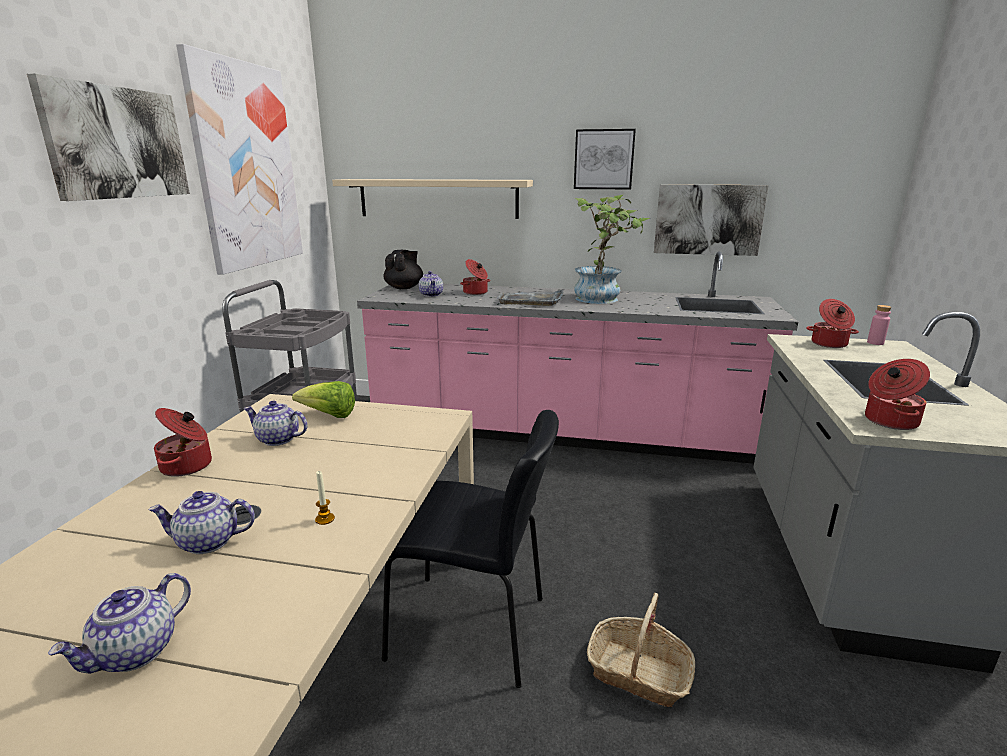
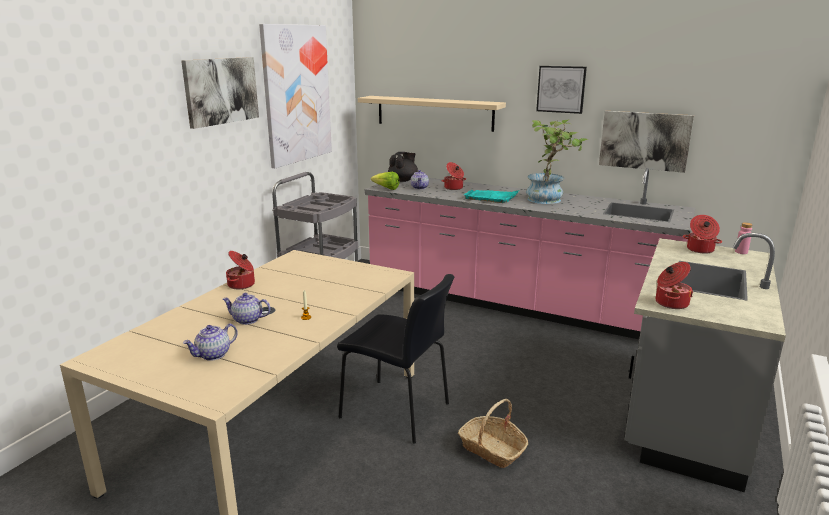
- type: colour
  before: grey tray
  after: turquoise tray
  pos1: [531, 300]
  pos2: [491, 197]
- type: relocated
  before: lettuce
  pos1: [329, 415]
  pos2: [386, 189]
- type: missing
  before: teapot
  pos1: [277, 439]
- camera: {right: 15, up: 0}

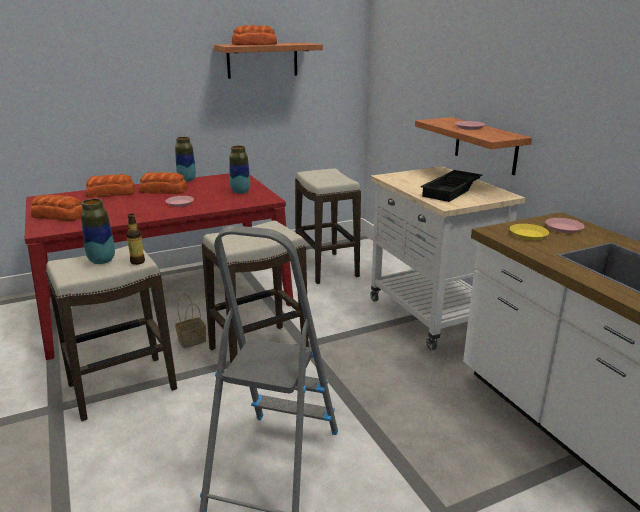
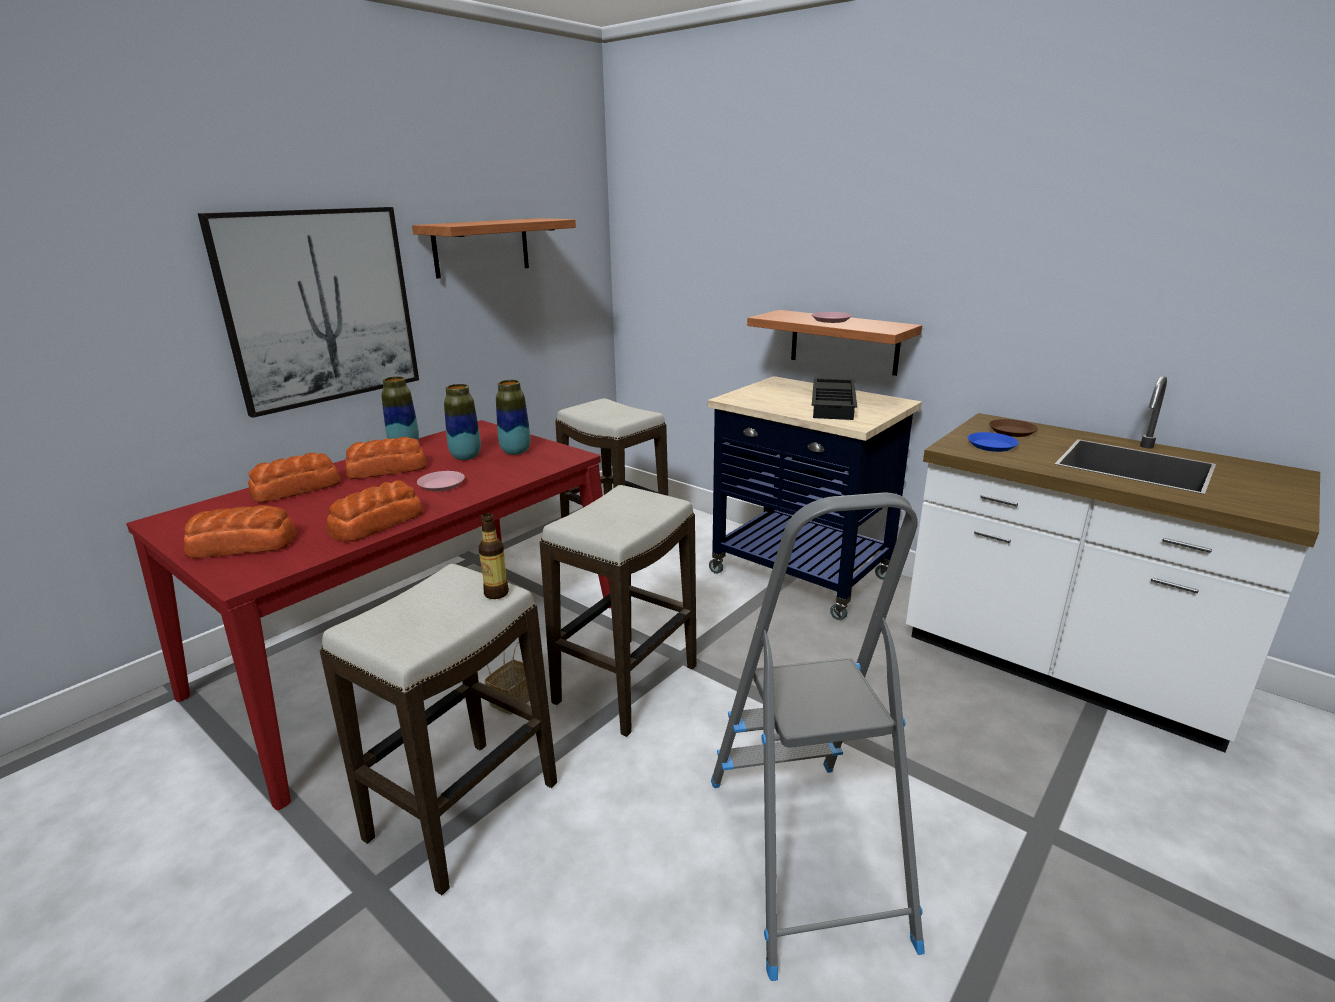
- type: relocated
  before: bread
  pos1: [254, 44]
  pos2: [375, 523]
- type: colour
  before: white cart
  after: blue cart
  pos1: [431, 316]
  pos2: [801, 576]
- type: relocated
  before: vase
  pos1: [102, 261]
  pos2: [466, 457]
- type: colour
  before: pink plate
  after: brown plate
  pos1: [564, 228]
  pos2: [1012, 431]
- type: colour
  before: yellow plate
  after: blue plate
  pos1: [528, 234]
  pos2: [992, 445]
- type: appeared
  after: picture
  pos2: [321, 307]
- camera: {right: -25, up: 0}

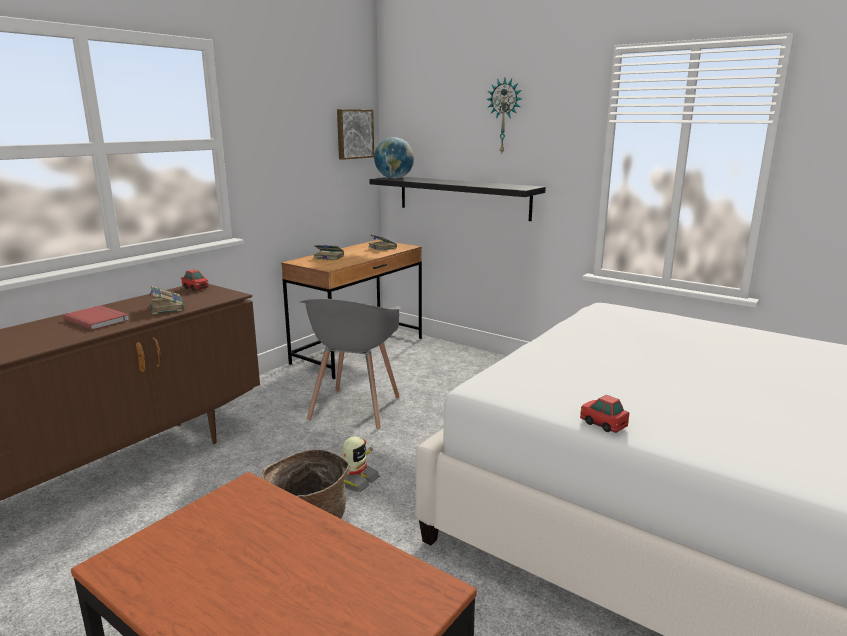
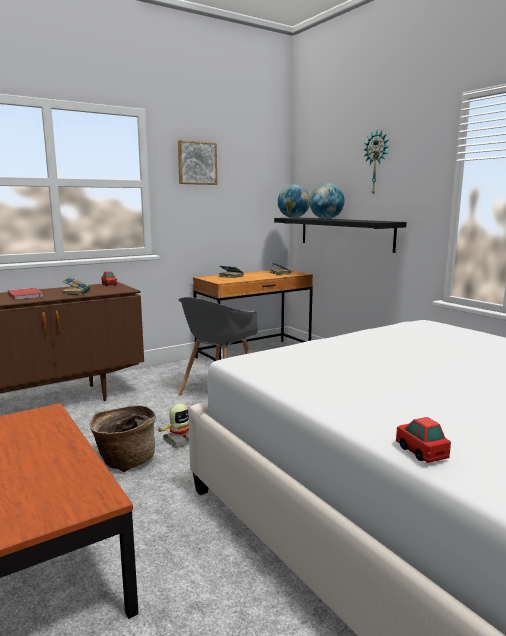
- type: relocated
  before: picture
  pos1: [354, 134]
  pos2: [196, 163]
- type: relocated
  before: toy car
  pos1: [602, 424]
  pos2: [420, 451]
- type: appeared
  after: globe
  pos2: [326, 219]
- camera: {right: 20, up: -5}

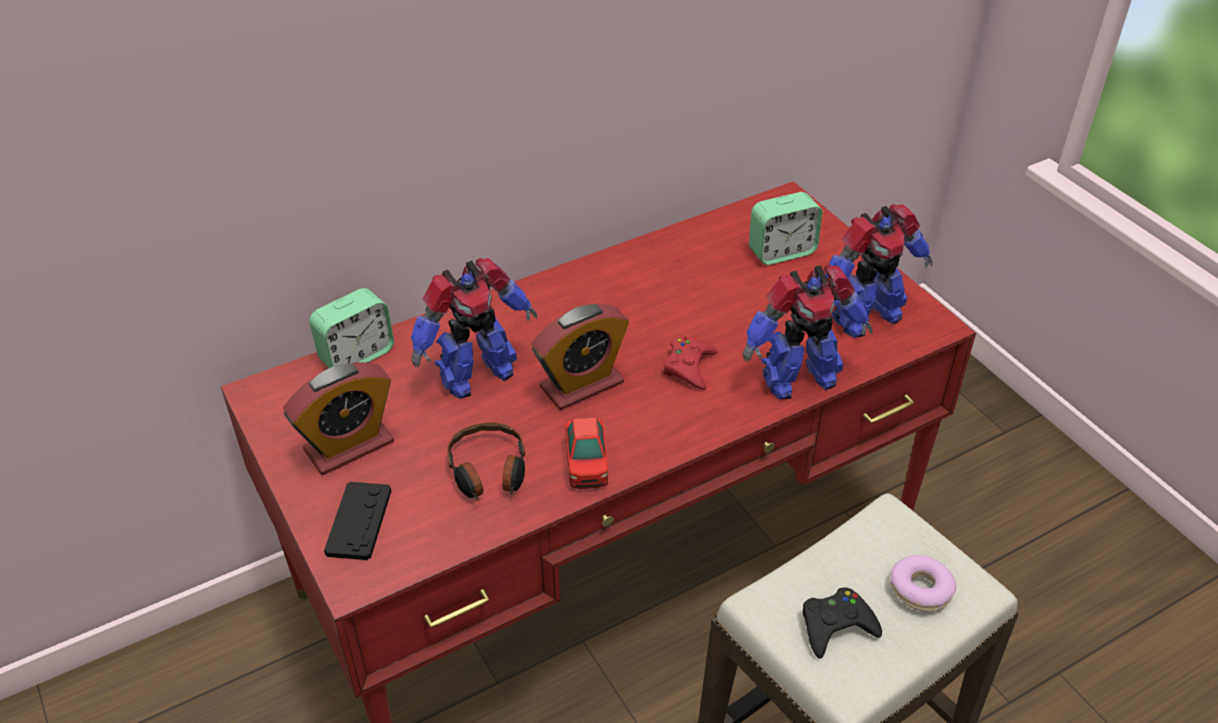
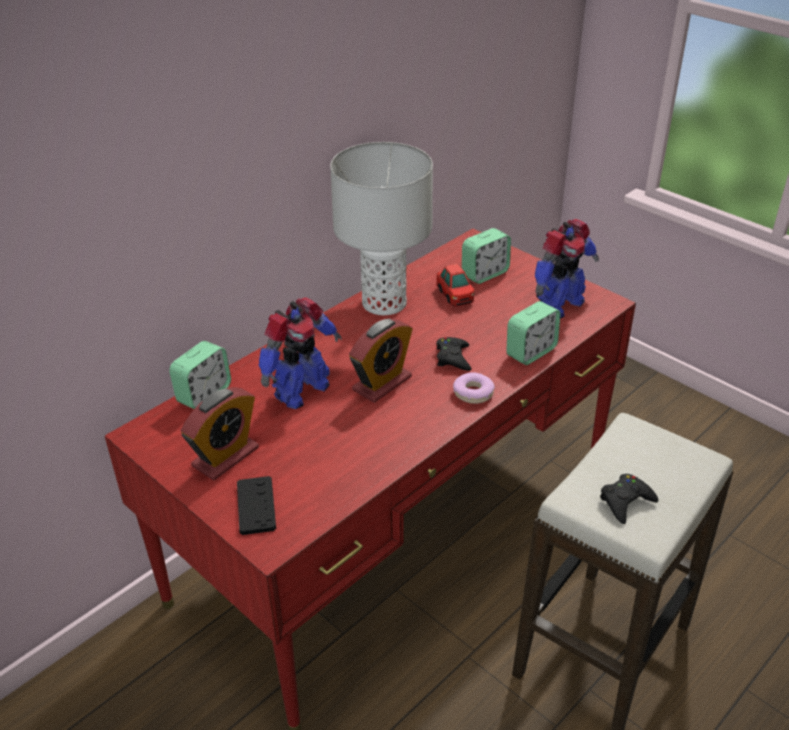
- type: exchanged
  before: toy robot
  after: alarm clock
  pos1: [797, 379]
  pos2: [531, 352]
- type: colour
  before: red game controller
  after: black game controller
  pos1: [689, 367]
  pos2: [453, 358]
- type: relocated
  before: toy car
  pos1: [586, 464]
  pos2: [455, 296]
- type: missing
  before: headphones
  pos1: [488, 471]
- type: relocated
  before: donut
  pos1: [920, 589]
  pos2: [473, 393]
- type: appeared
  after: white table lamp
  pos2: [385, 303]
- camera: {right: -15, up: -5}

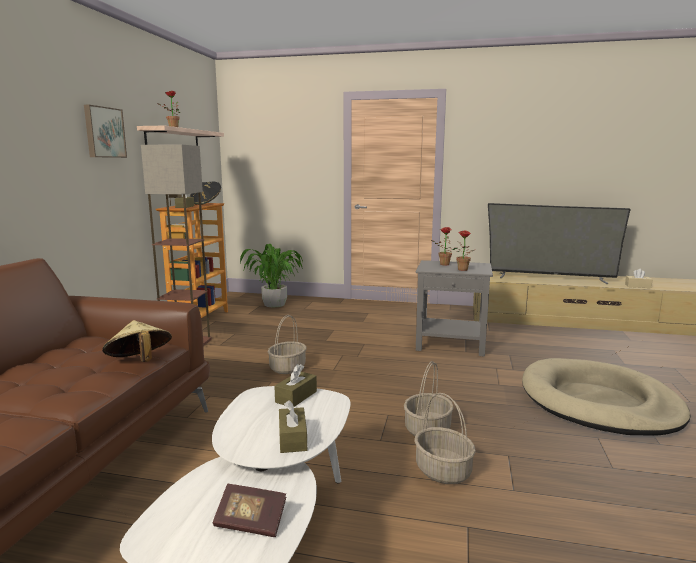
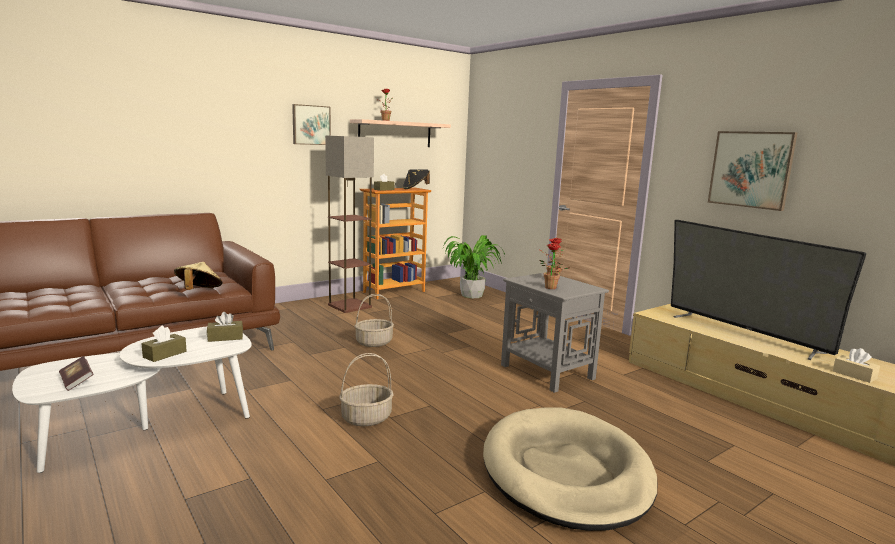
- type: missing
  before: basket
  pos1: [442, 471]
- type: appeared
  after: picture
  pos2: [751, 169]
- camera: {right: 40, up: 0}

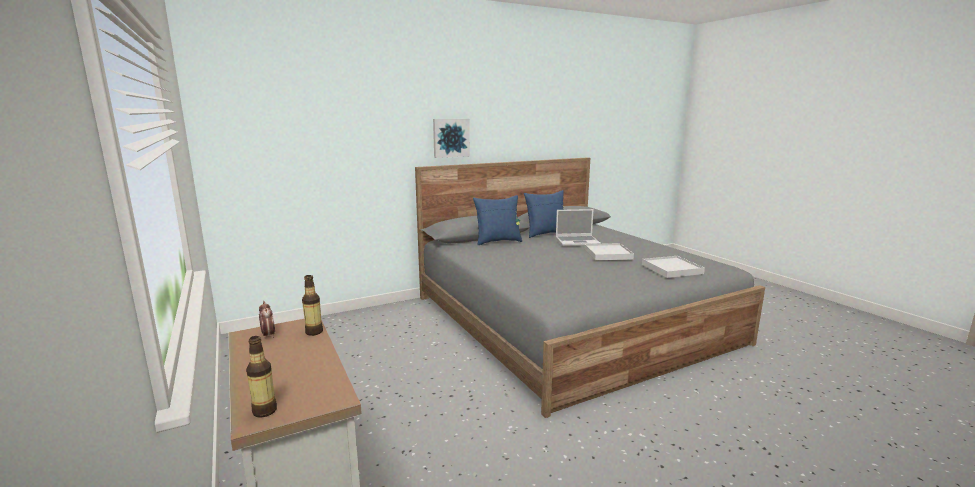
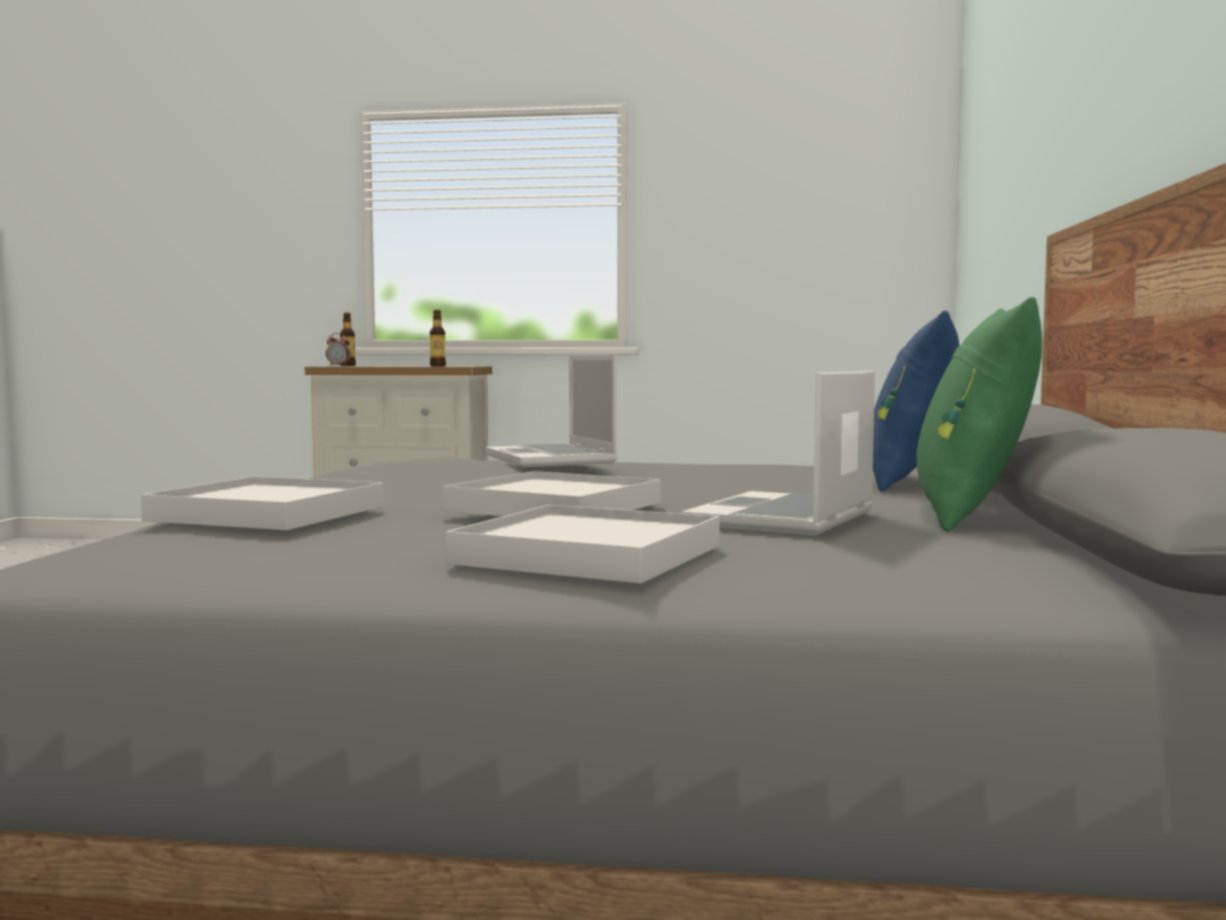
- type: missing
  before: picture
  pos1: [450, 138]
- type: colour
  before: blue pillow
  after: green pillow
  pos1: [545, 234]
  pos2: [971, 515]
- type: relocated
  before: alarm clock
  pos1: [268, 335]
  pos2: [338, 366]
- type: appeared
  after: laptop
  pos2: [552, 459]
- type: appeared
  after: white tray
  pos2: [588, 555]
- camera: {right: 125, up: -10}

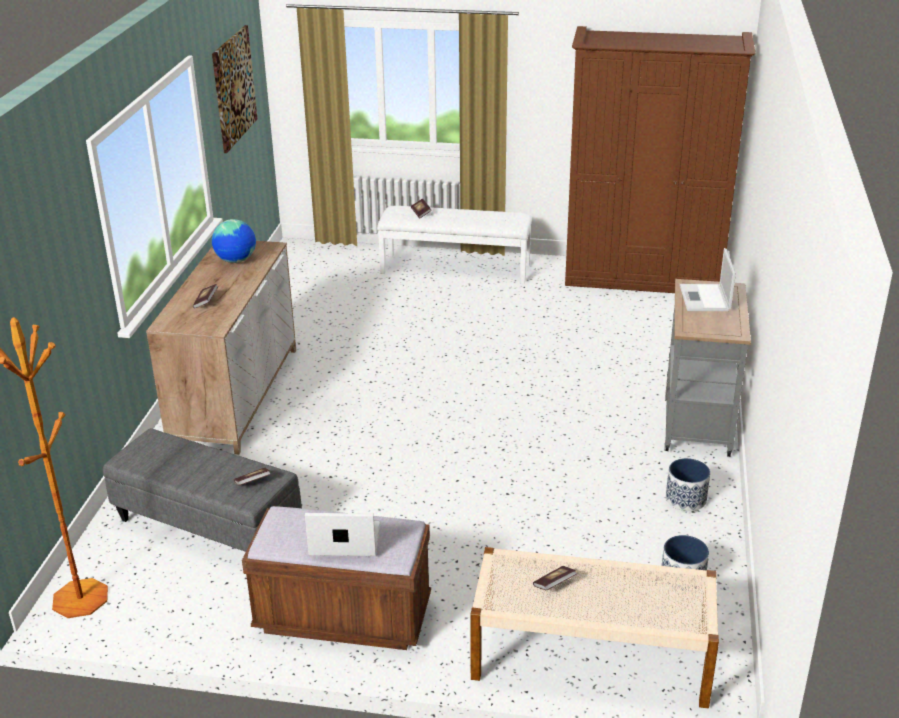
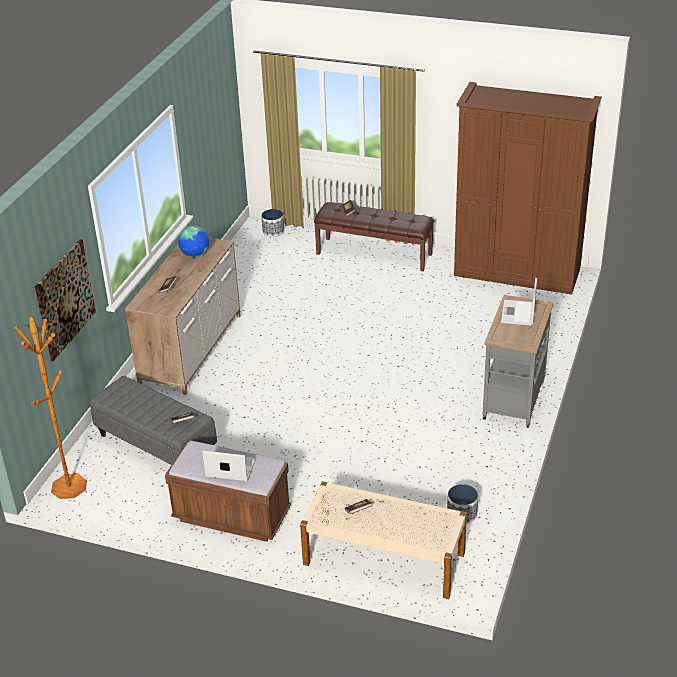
- type: relocated
  before: picture
  pos1: [233, 88]
  pos2: [65, 299]
- type: colour
  before: white bench
  after: brown bench
  pos1: [456, 268]
  pos2: [374, 253]
- type: relocated
  before: planter
  pos1: [686, 499]
  pos2: [273, 231]
- camera: {right: 10, up: 5}

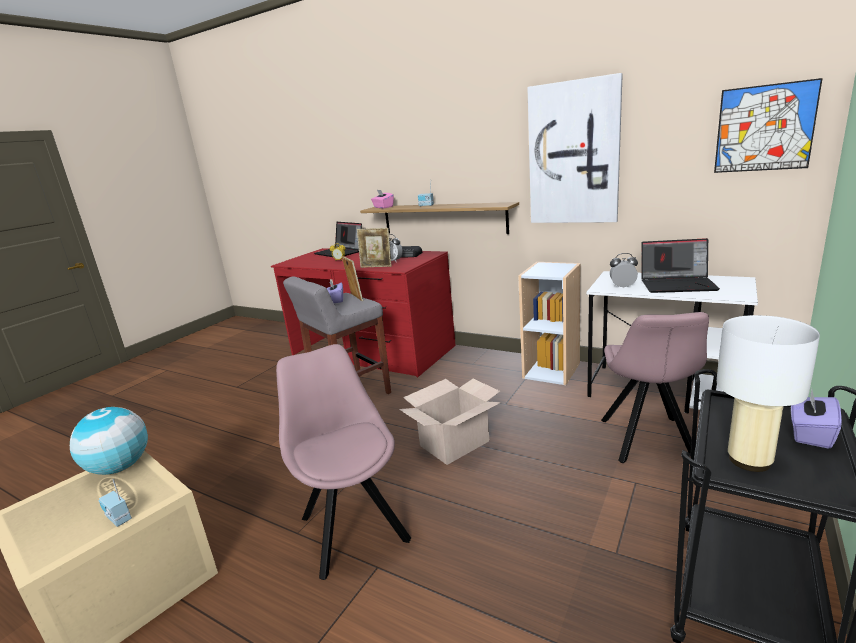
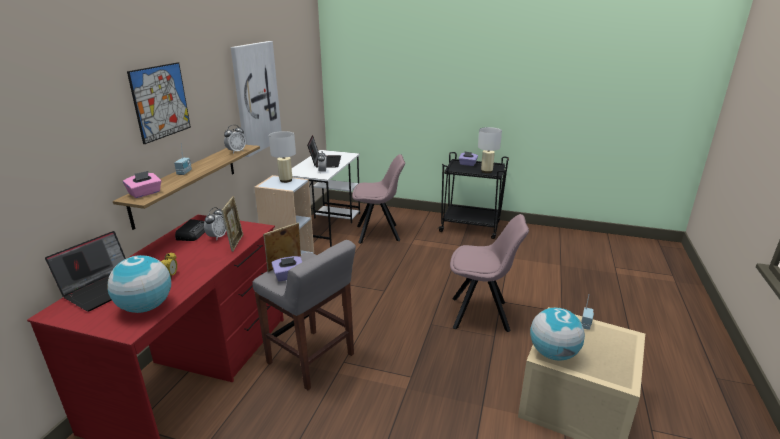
- type: relocated
  before: picture
  pos1: [764, 128]
  pos2: [161, 102]
- type: spun
  before: pink chair
  pos1: [353, 529]
  pos2: [480, 315]
  turn: -135
- type: missing
  before: cardboard box
  pos1: [454, 444]
- type: appeared
  after: alarm clock
  pos2: [236, 151]
- type: appeared
  after: white table lamp
  pos2: [286, 180]
- type: appeared
  after: globe
  pos2: [146, 307]
- camera: {right: -105, up: 5}

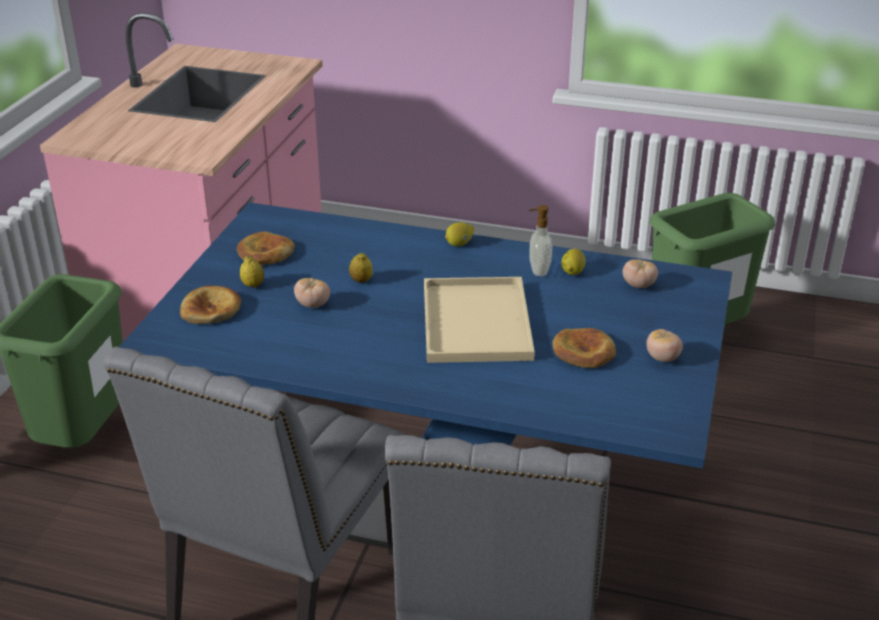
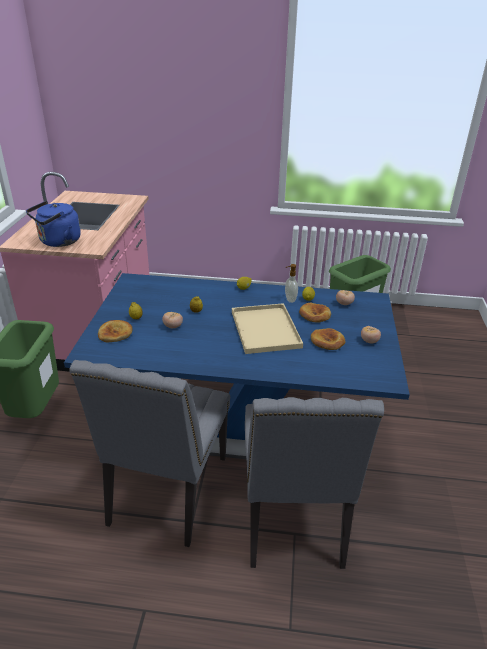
- type: relocated
  before: bread
  pos1: [265, 253]
  pos2: [314, 315]
- type: appeared
  after: blue kettle
  pos2: [58, 242]
- camera: {right: -10, up: 0}

